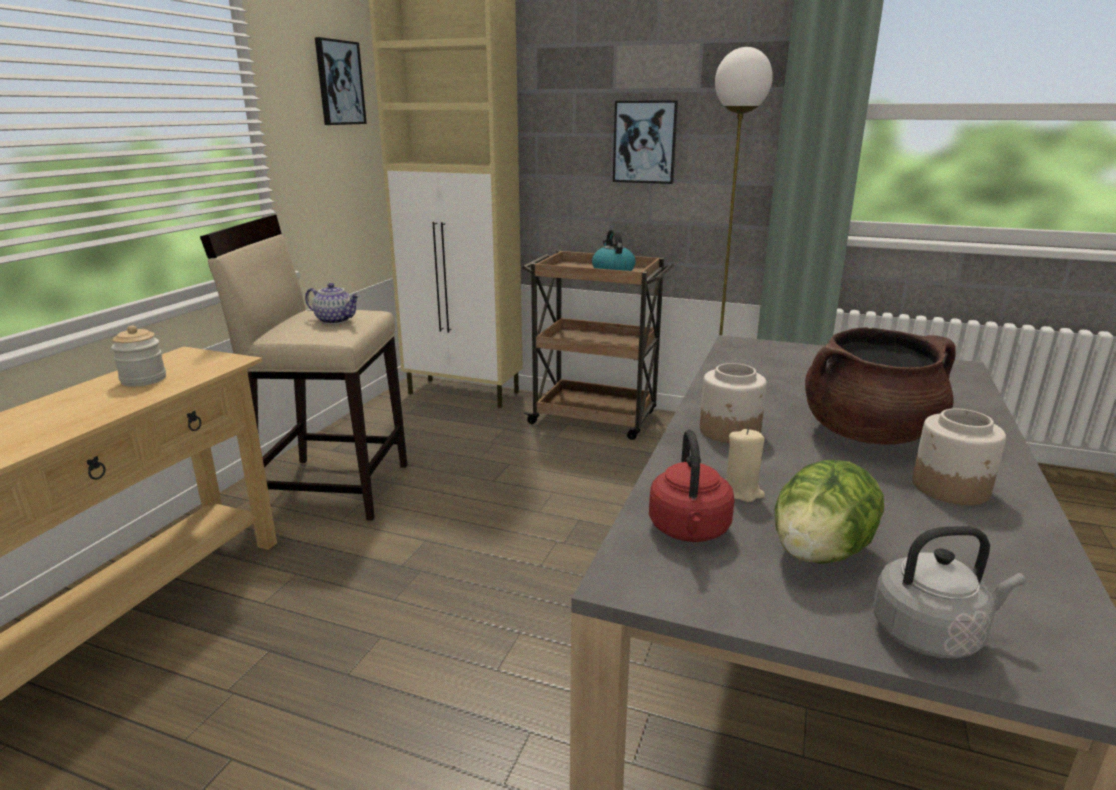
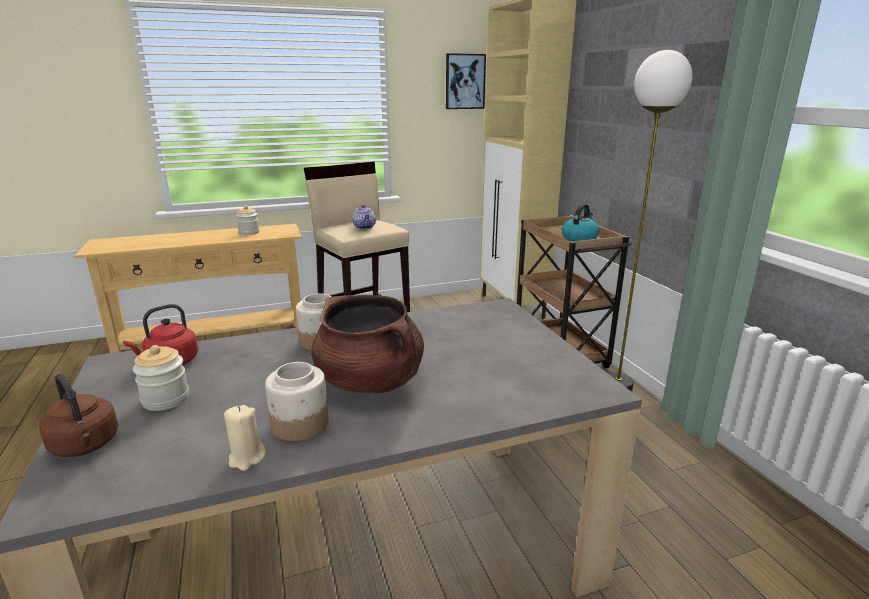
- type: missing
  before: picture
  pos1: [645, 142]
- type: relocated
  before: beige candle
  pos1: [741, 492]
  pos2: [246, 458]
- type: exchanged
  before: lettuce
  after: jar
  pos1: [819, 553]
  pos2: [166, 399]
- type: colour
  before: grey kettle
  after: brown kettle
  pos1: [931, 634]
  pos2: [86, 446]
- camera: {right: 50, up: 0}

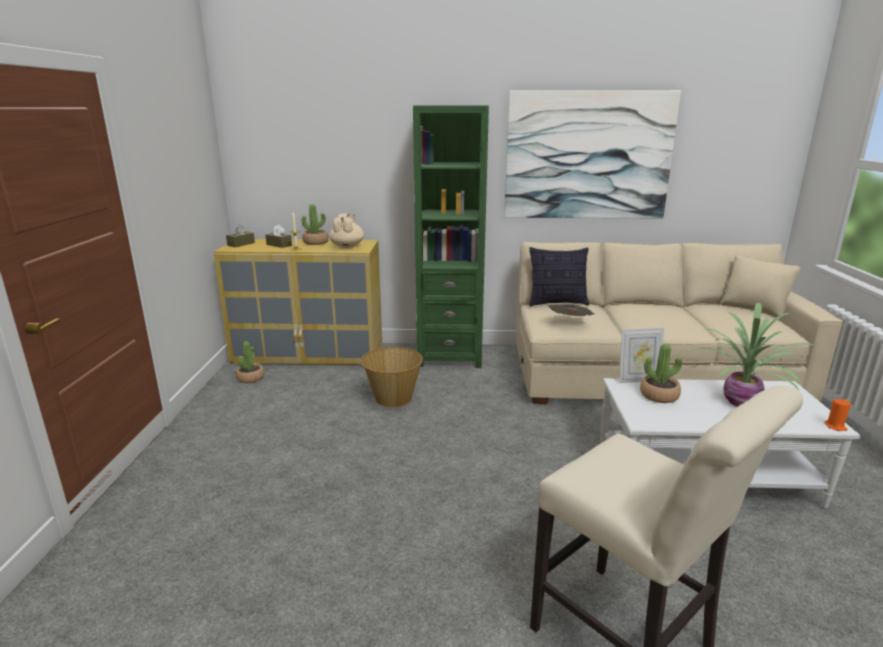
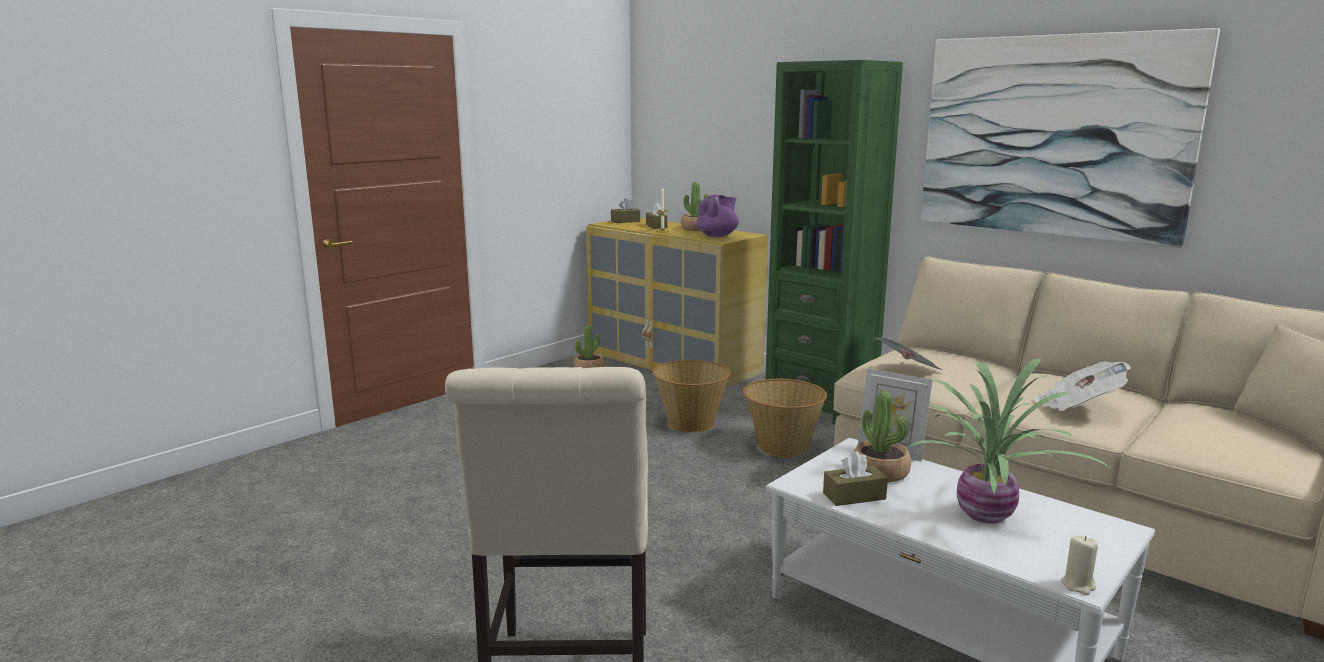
- type: colour
  before: beige teapot
  after: purple teapot
  pos1: [347, 246]
  pos2: [717, 236]
- type: missing
  before: pillow
  pos1: [557, 303]
- type: colour
  before: orange candle
  after: beige candle
  pos1: [835, 426]
  pos2: [1078, 585]
- type: appeared
  after: newspaper
  pos2: [1078, 406]
- type: appeared
  after: basket
  pos2: [782, 447]
- type: appeared
  after: brown tissue box
  pos2: [854, 496]
- camera: {right: 40, up: -5}

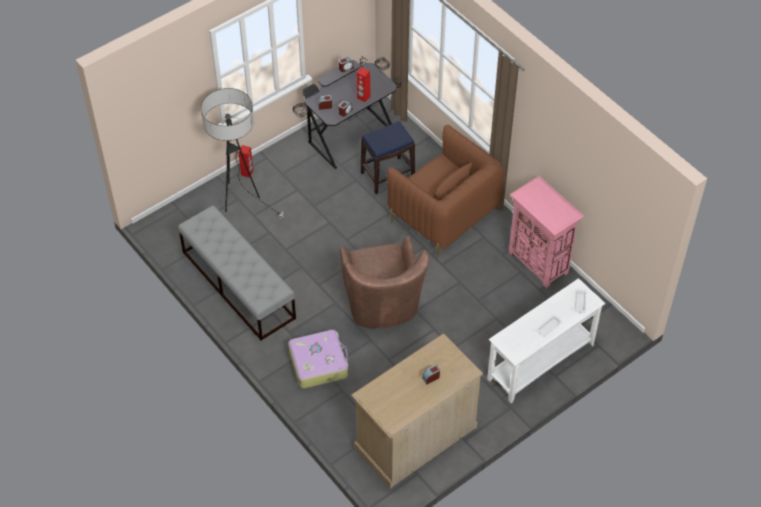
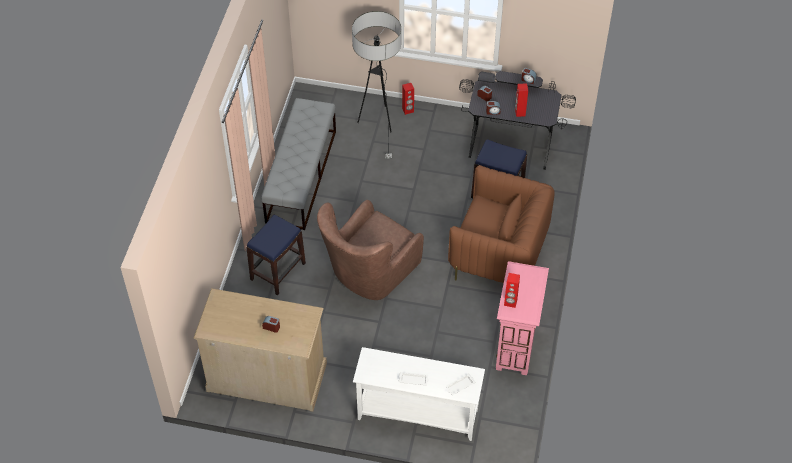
- type: spun
  before: brown armchair
  pos1: [443, 213]
  pos2: [498, 252]
  turn: -75
- type: exchanged
  before: suitcase
  after: stool
  pos1: [319, 363]
  pos2: [278, 271]
- type: appeared
  after: red speaker
  pos2: [510, 302]
- camera: {right: 50, up: 0}

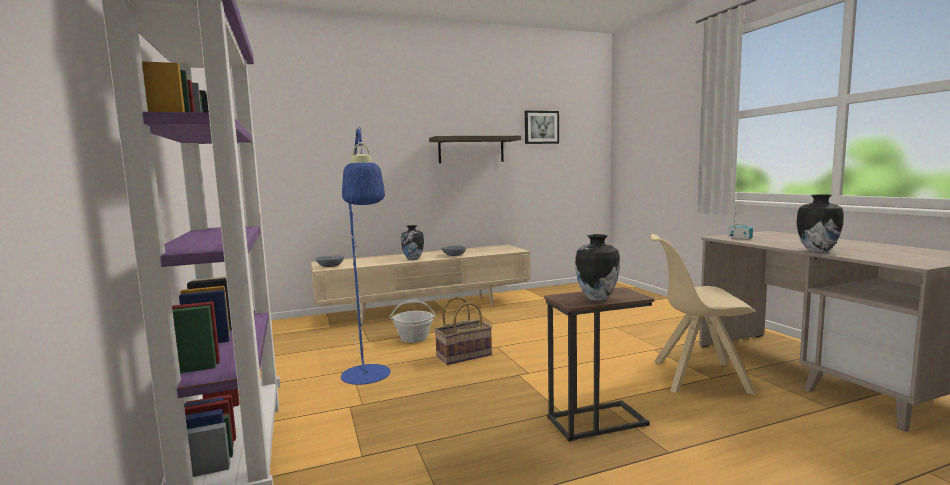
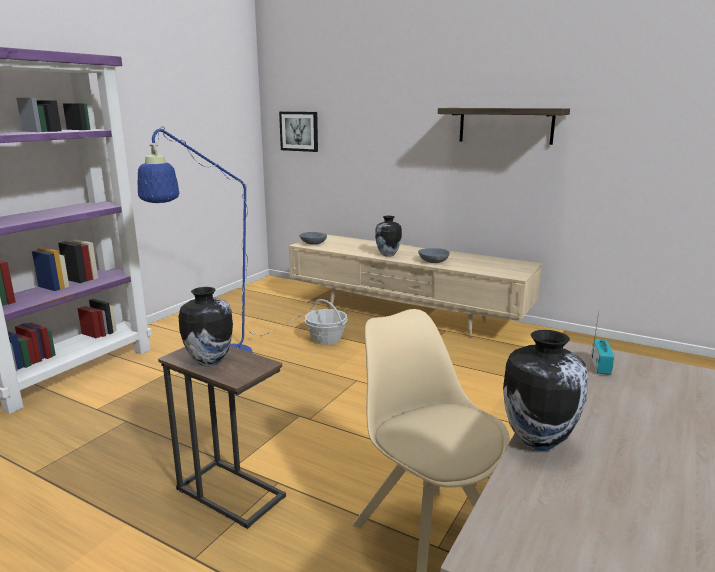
- type: relocated
  before: picture
  pos1: [541, 127]
  pos2: [299, 131]
- type: missing
  before: basket
  pos1: [464, 355]
- camera: {right: 50, up: 10}

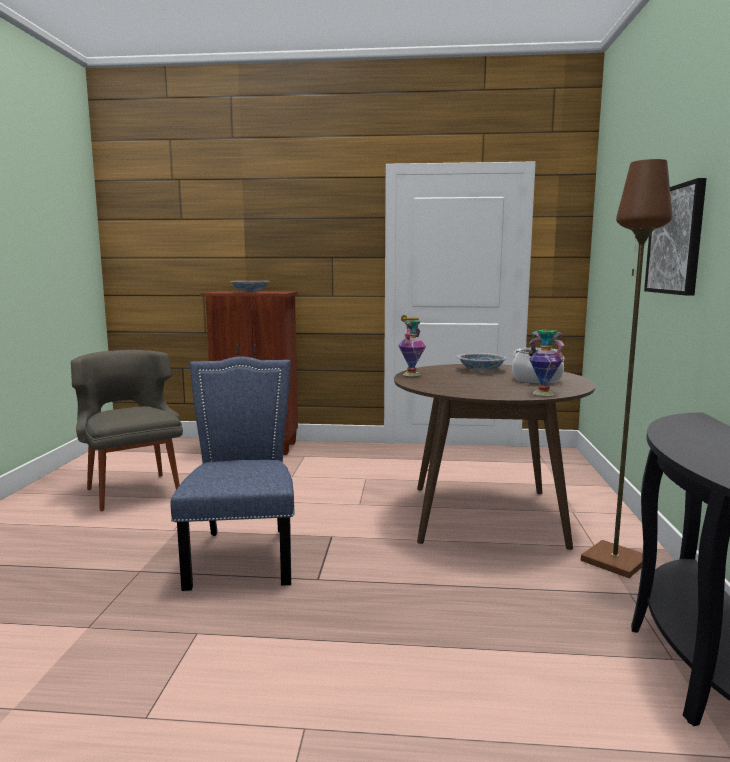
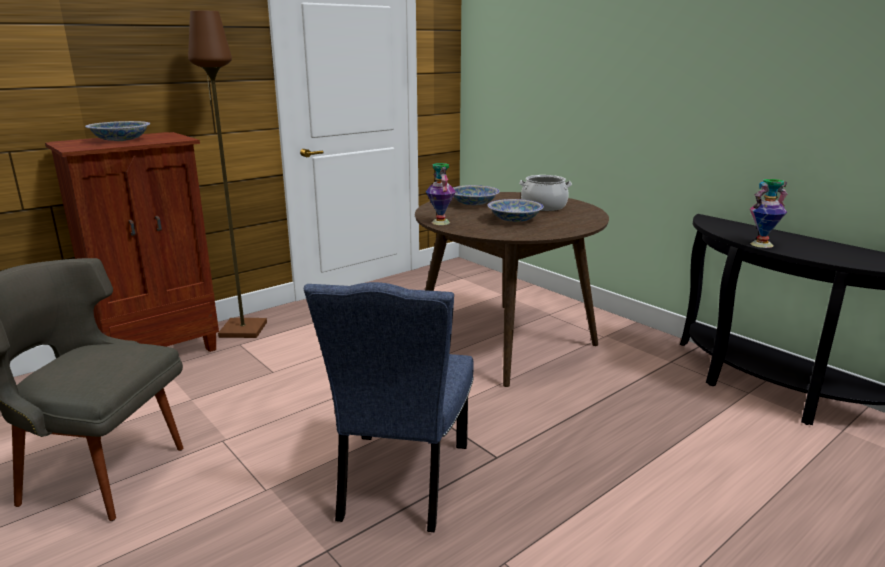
- type: relocated
  before: brown floor lamp
  pos1: [613, 561]
  pos2: [242, 330]
- type: missing
  before: picture
  pos1: [676, 240]
- type: relocated
  before: vase
  pos1: [543, 393]
  pos2: [762, 244]
- type: spun
  before: blue chair
  pos1: [242, 559]
  pos2: [401, 477]
  turn: -120
- type: appeared
  after: bowl
  pos2: [514, 220]
- camera: {right: -45, up: 10}

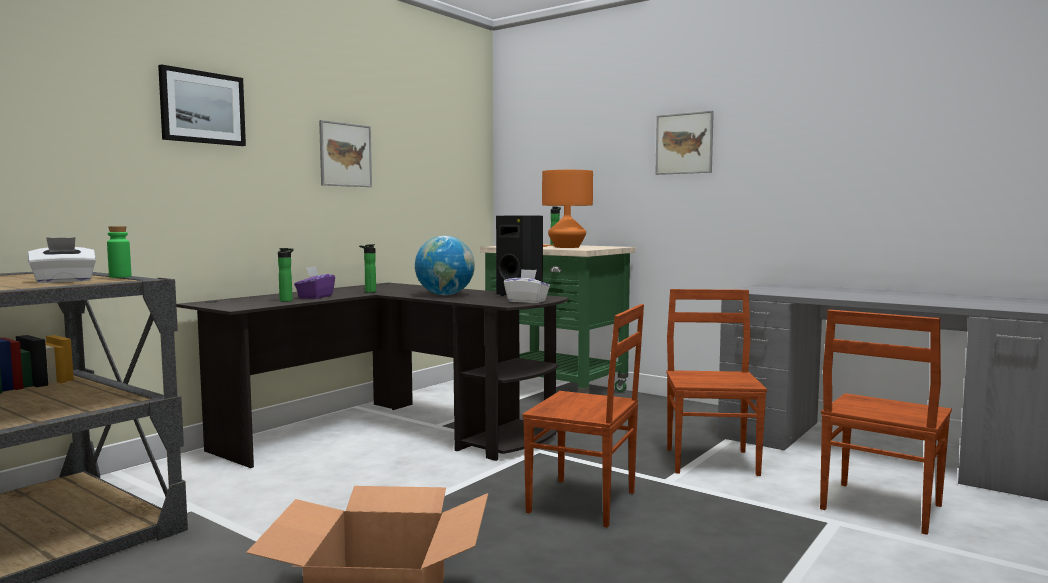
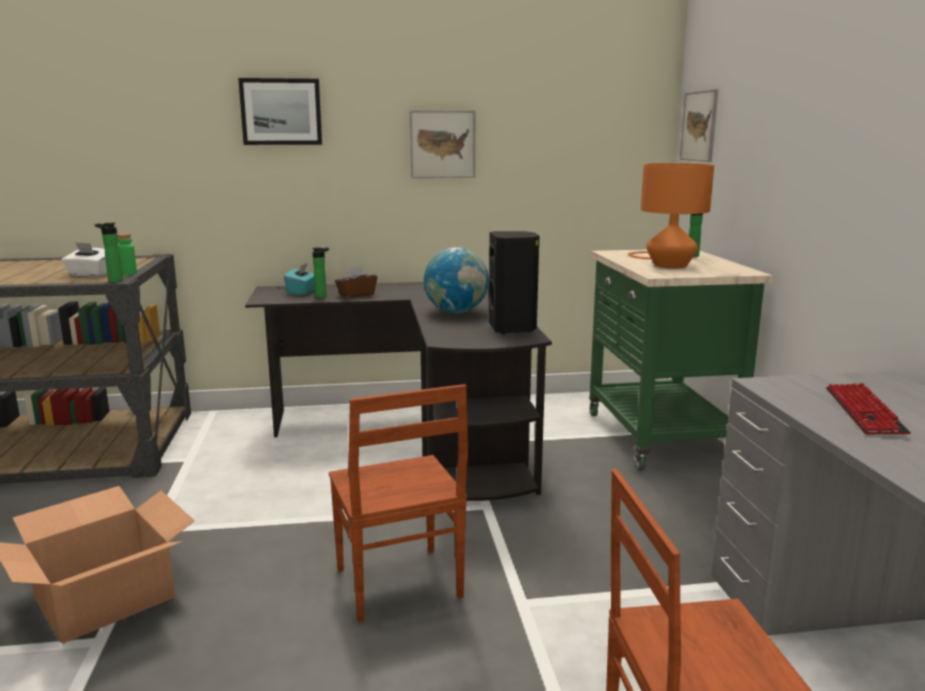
- type: relocated
  before: picture
  pos1: [684, 143]
  pos2: [699, 126]
- type: relocated
  before: bottle
  pos1: [368, 292]
  pos2: [113, 281]
- type: colour
  before: purple tissue box
  after: brown tissue box
  pos1: [315, 297]
  pos2: [356, 295]
- type: missing
  before: white tissue box
  pos1: [527, 301]
- type: missing
  before: brown chair
  pos1: [712, 461]
- type: appeared
  after: turquoise tissue box
  pos2: [302, 292]
- type: appeared
  after: keyboard
  pos2: [864, 411]
- camera: {right: 45, up: 10}

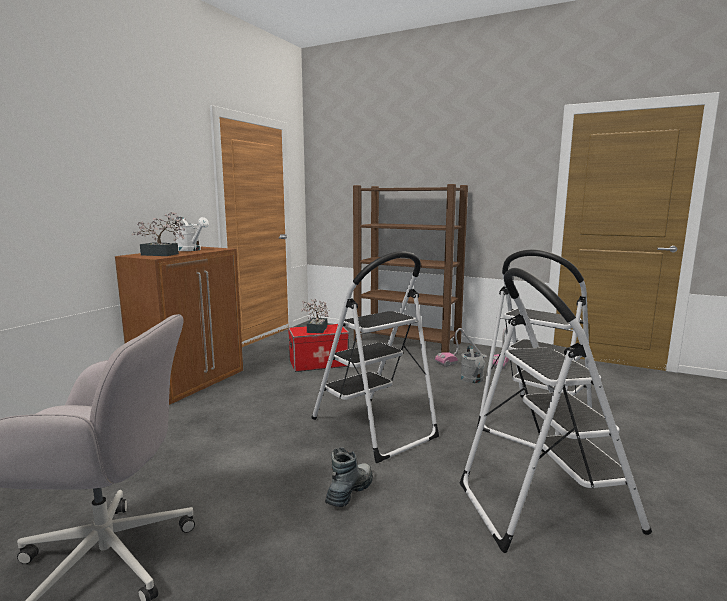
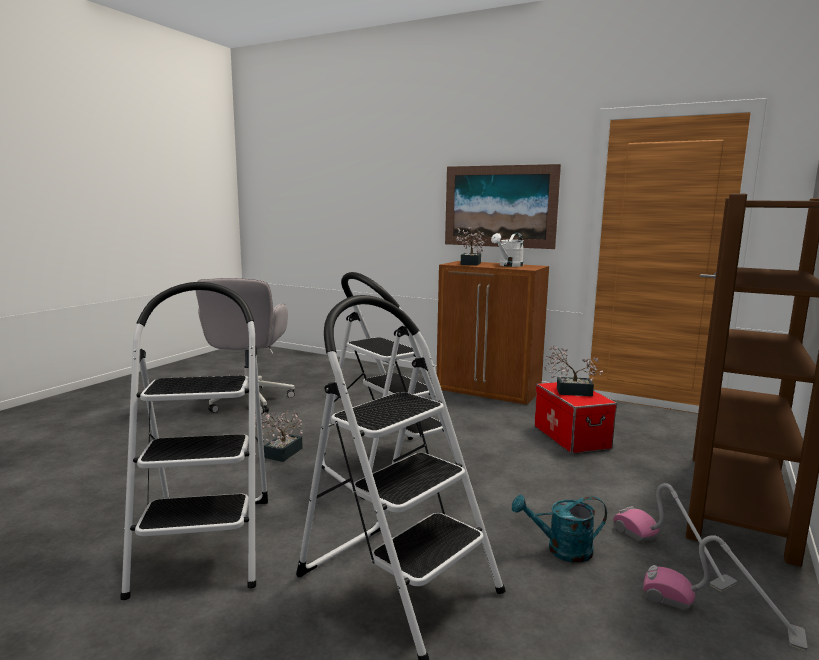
- type: colour
  before: grey watering can
  after: turquoise watering can
  pos1: [473, 380]
  pos2: [561, 550]
- type: exchanged
  before: boot
  after: potted plant
  pos1: [349, 491]
  pos2: [280, 454]
- type: appeared
  after: picture
  pos2: [499, 206]
- camera: {right: 90, up: 0}

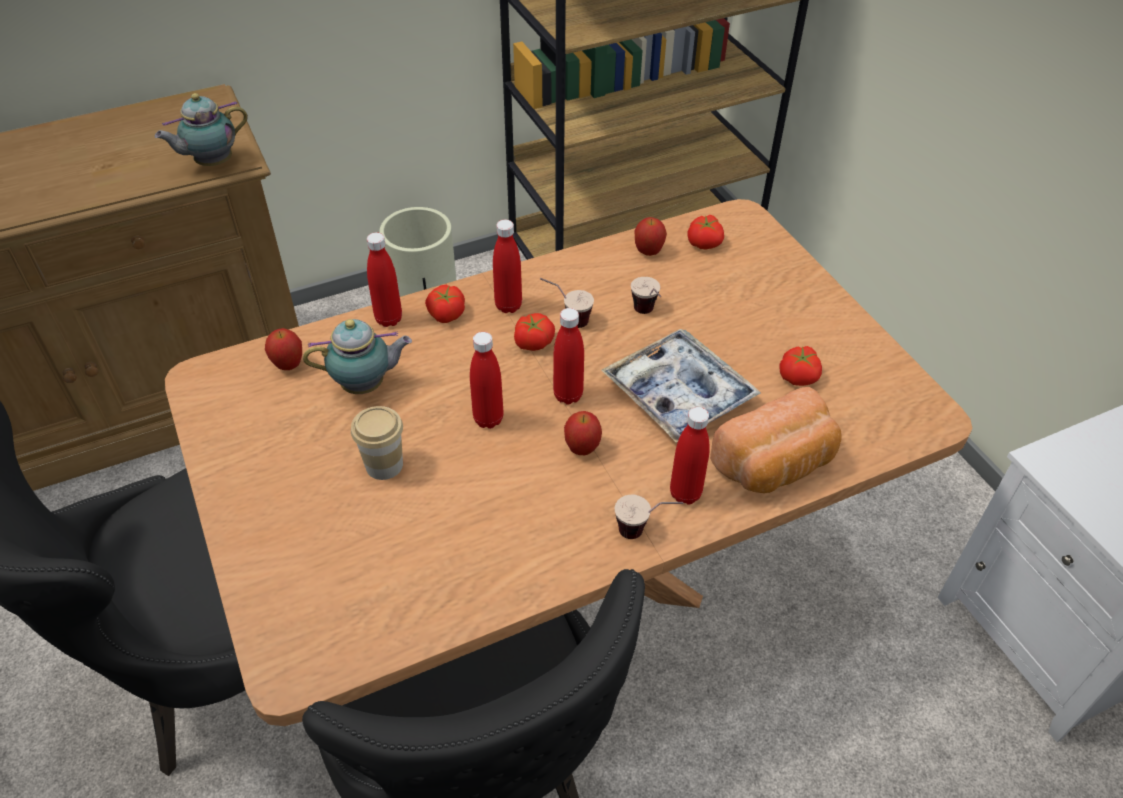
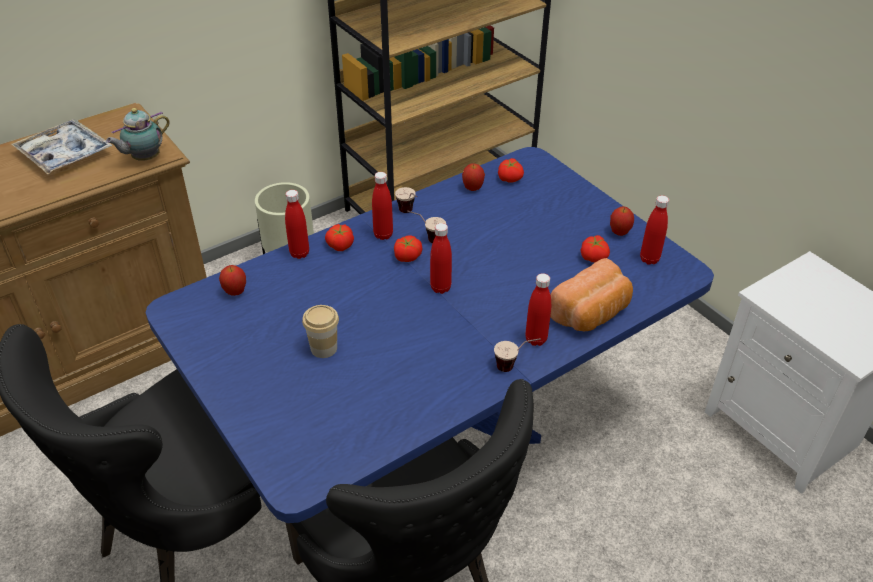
- type: colour
  before: brown dining table
  after: blue dining table
  pos1: [560, 583]
  pos2: [436, 441]
- type: relocated
  before: cup
  pos1: [647, 315]
  pos2: [409, 213]
- type: missing
  before: teapot
  pos1: [366, 385]
- type: relocated
  before: tray
  pos1: [678, 393]
  pos2: [64, 154]
- type: relocated
  before: red bottle
  pos1: [488, 419]
  pos2: [649, 259]
- type: relocated
  before: apple
  pos1: [582, 449]
  pos2: [619, 233]
- camera: {right: -10, up: -5}

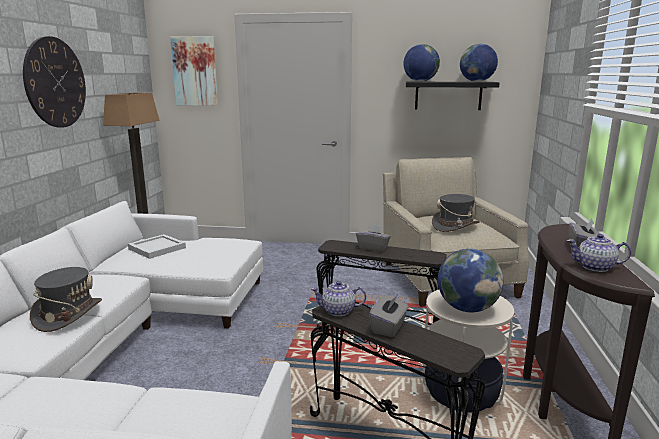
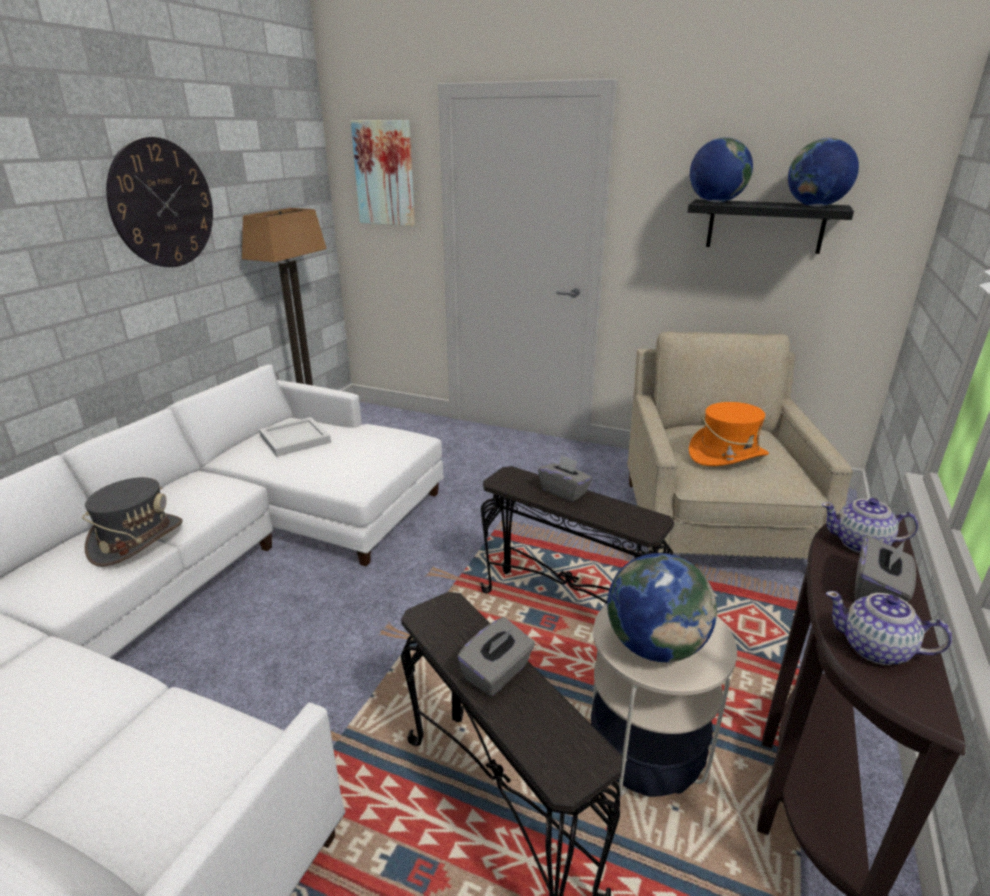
- type: colour
  before: grey hat
  after: orange hat
  pos1: [455, 226]
  pos2: [727, 455]
- type: relocated
  before: teapot
  pos1: [338, 311]
  pos2: [861, 544]
- camera: {right: 15, up: 10}

